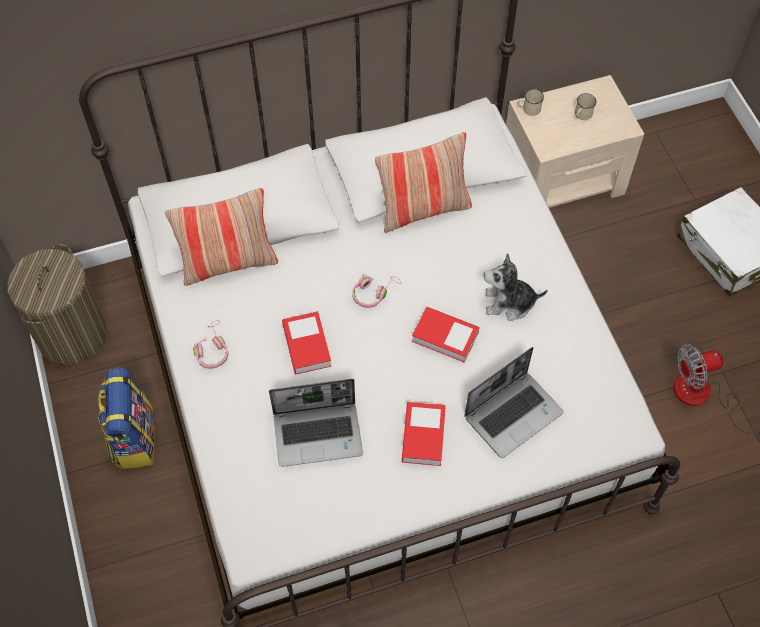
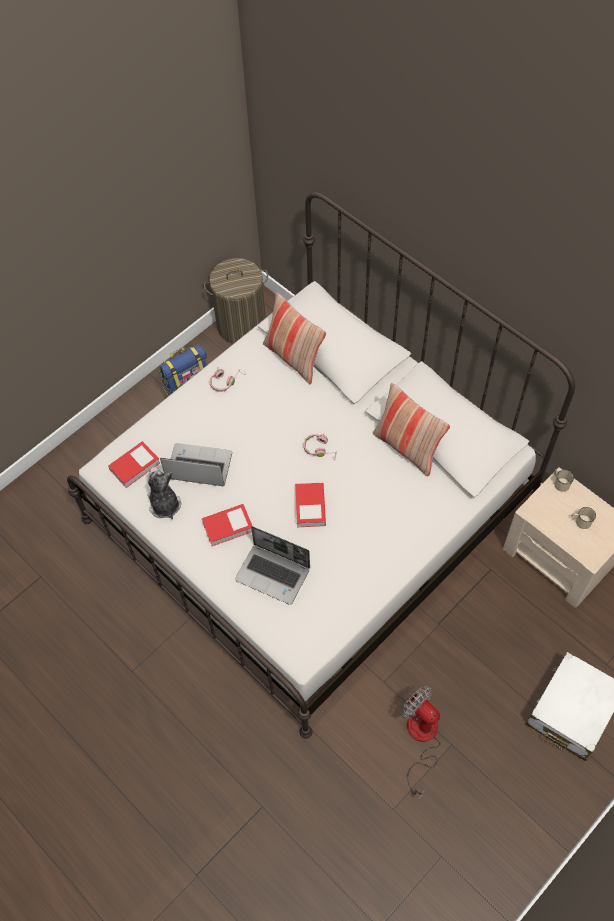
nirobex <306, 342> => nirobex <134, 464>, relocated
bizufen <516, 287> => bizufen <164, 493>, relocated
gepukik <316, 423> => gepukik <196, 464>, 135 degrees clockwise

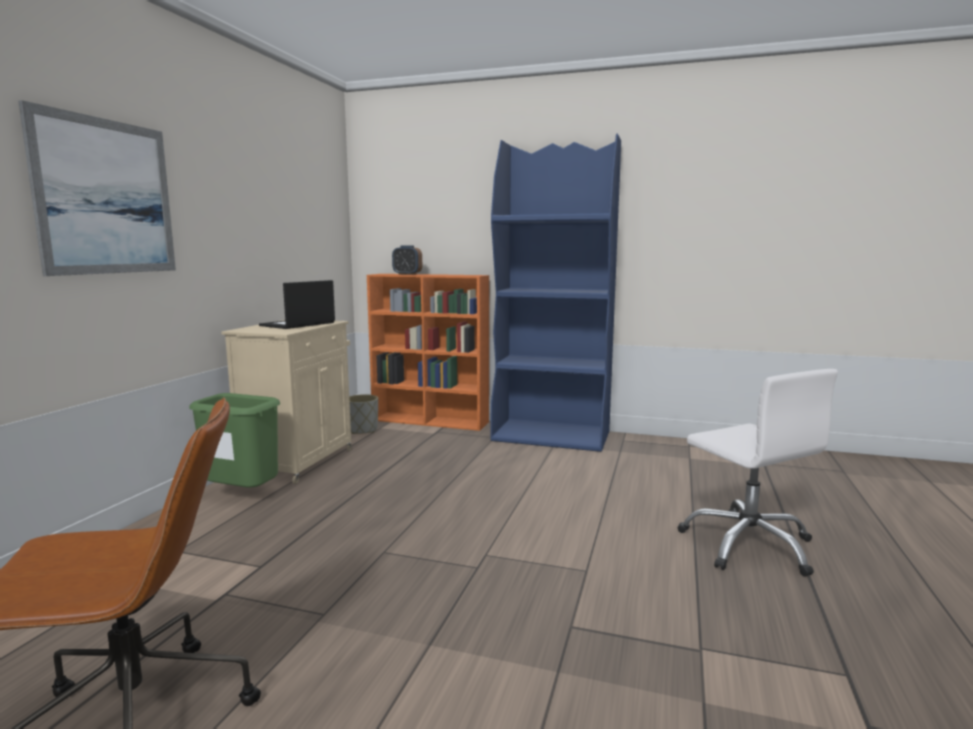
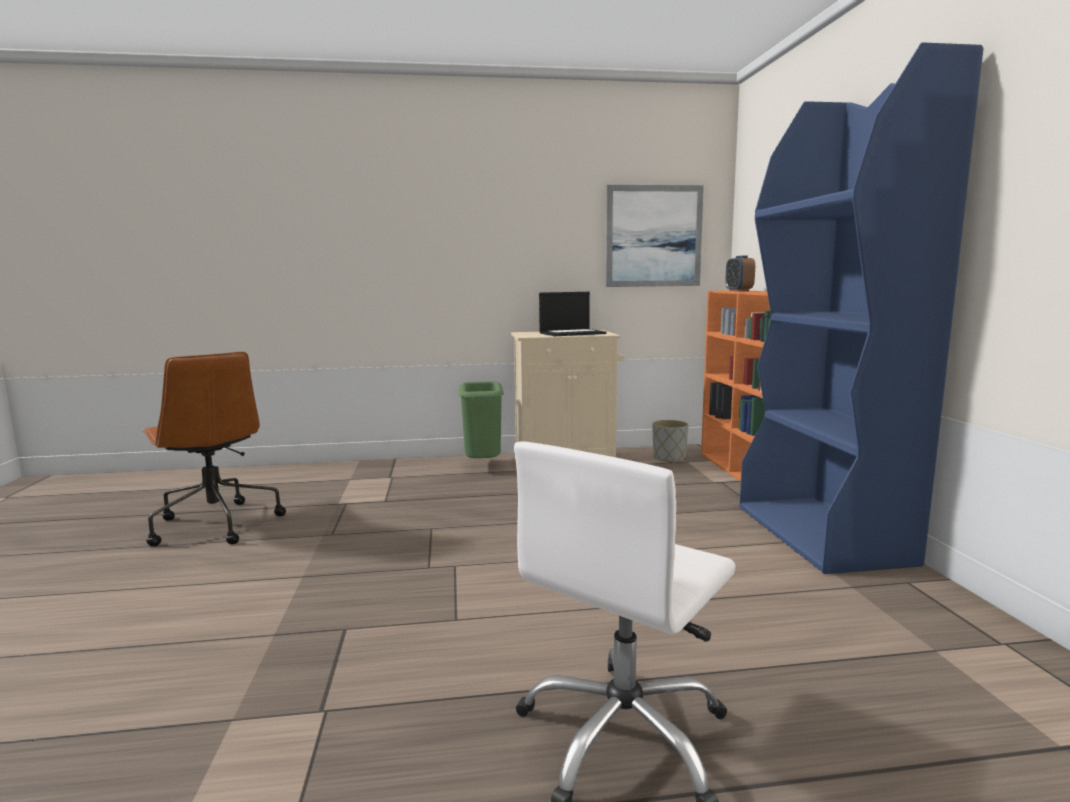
gepukik <297, 304> => gepukik <573, 314>, 150 degrees clockwise
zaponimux <97, 188> => zaponimux <655, 236>, relocated

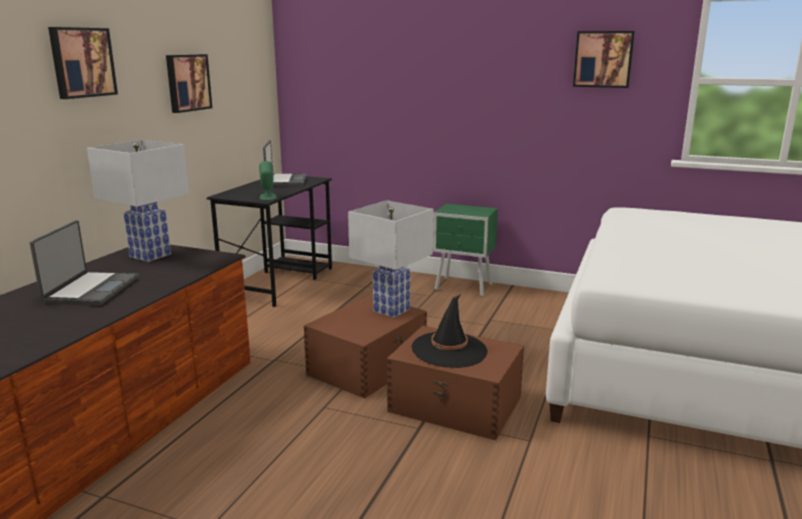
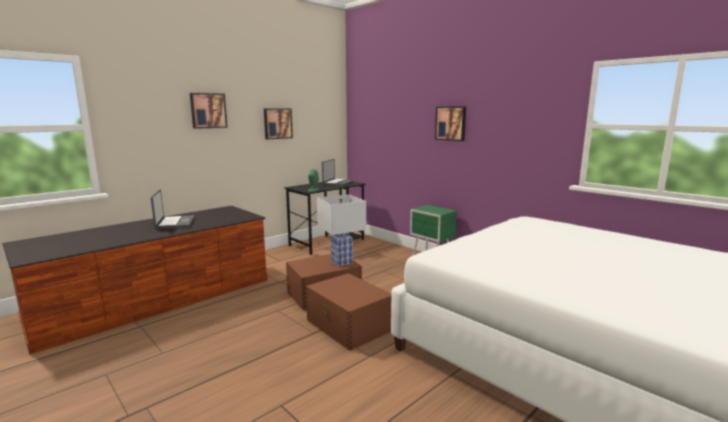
gepukik <84, 263> => gepukik <172, 210>, 45 degrees counterclockwise
zaponimux <604, 59> => zaponimux <450, 123>, relocated
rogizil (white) <138, 201> => nothing
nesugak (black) <449, 331> => nothing

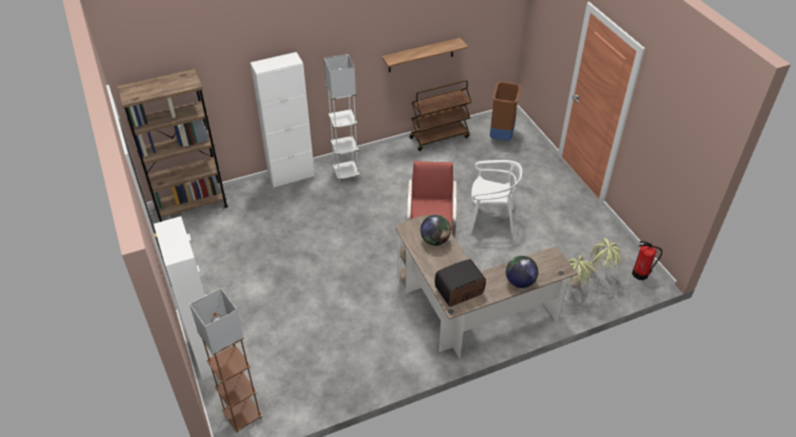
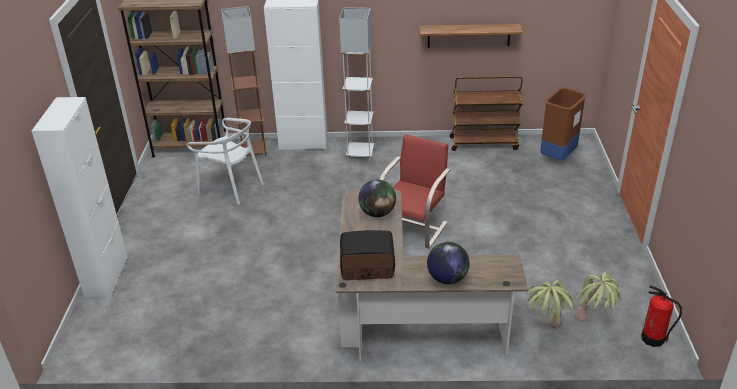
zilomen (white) <495, 197> => zilomen (white) <225, 161>, relocated
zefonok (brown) <226, 360> => zefonok (brown) <244, 82>, relocated

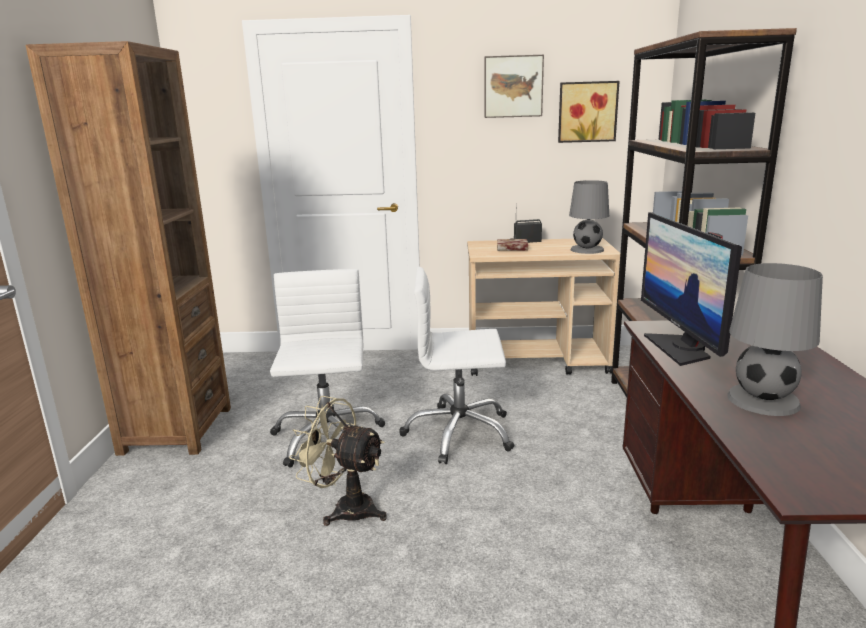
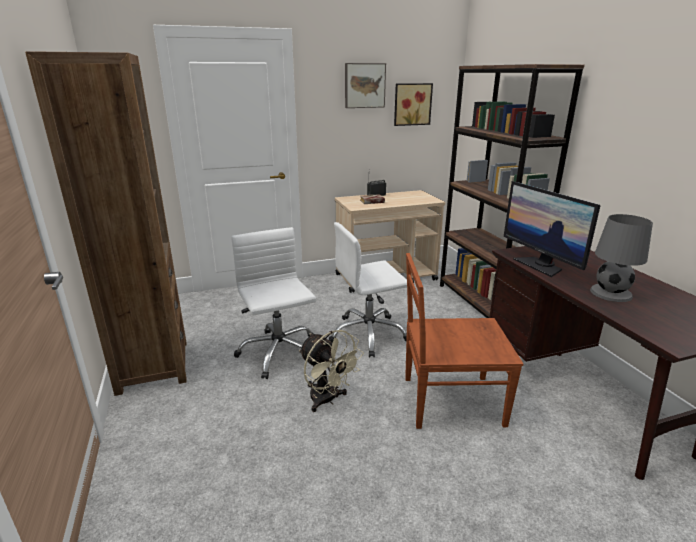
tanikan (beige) <338, 461> => tanikan (beige) <331, 371>, 135 degrees counterclockwise
nothing => zilomen (brown) <464, 341>
rogizil (grey) <589, 217> => nothing

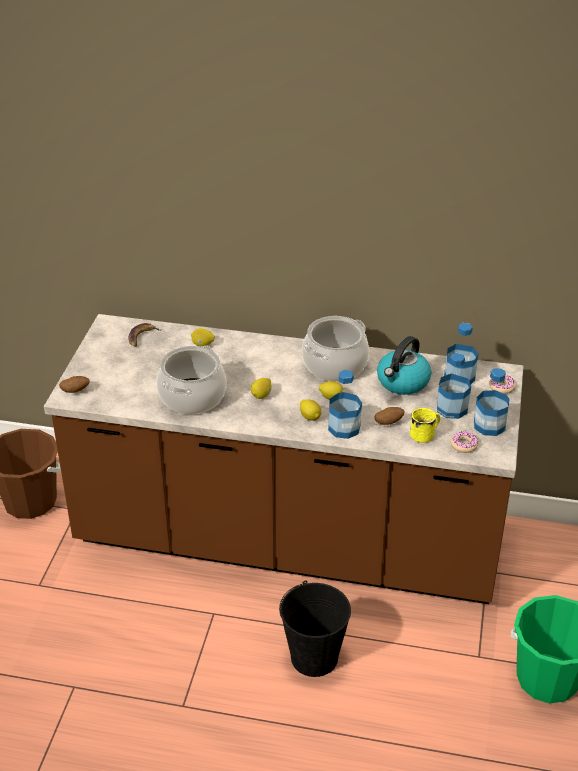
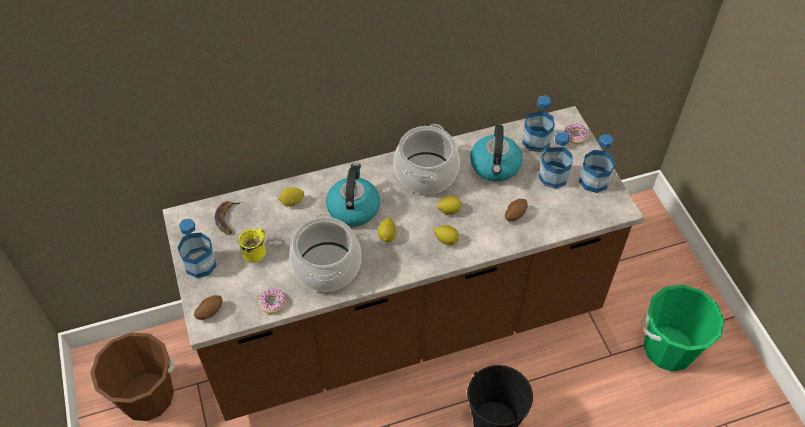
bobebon <345, 404> => bobebon <197, 248>, relocated
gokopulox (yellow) <425, 425> => gokopulox (yellow) <252, 245>, relocated
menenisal <464, 442> => menenisal <273, 301>, relocated
nothing => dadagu <353, 194>

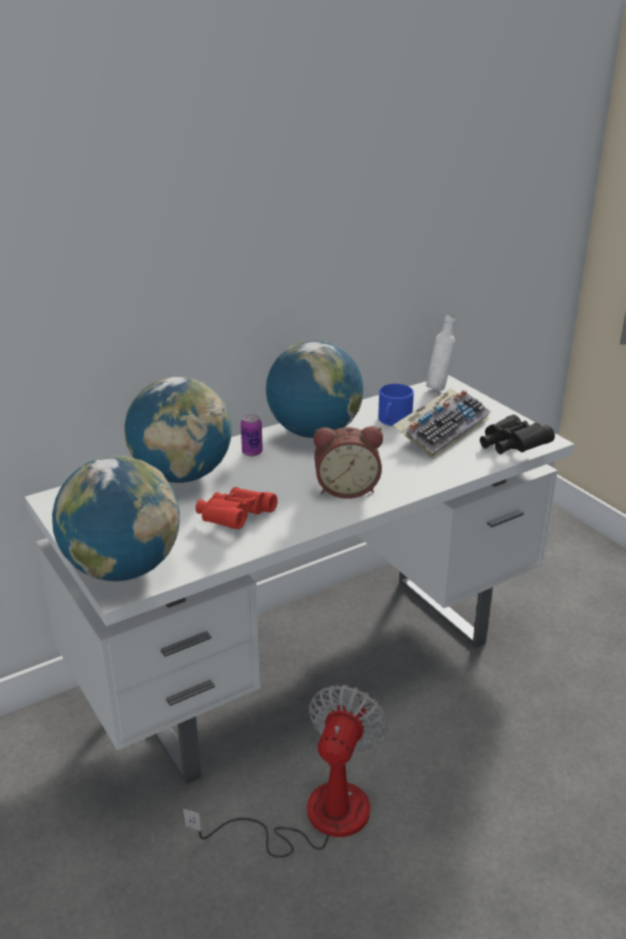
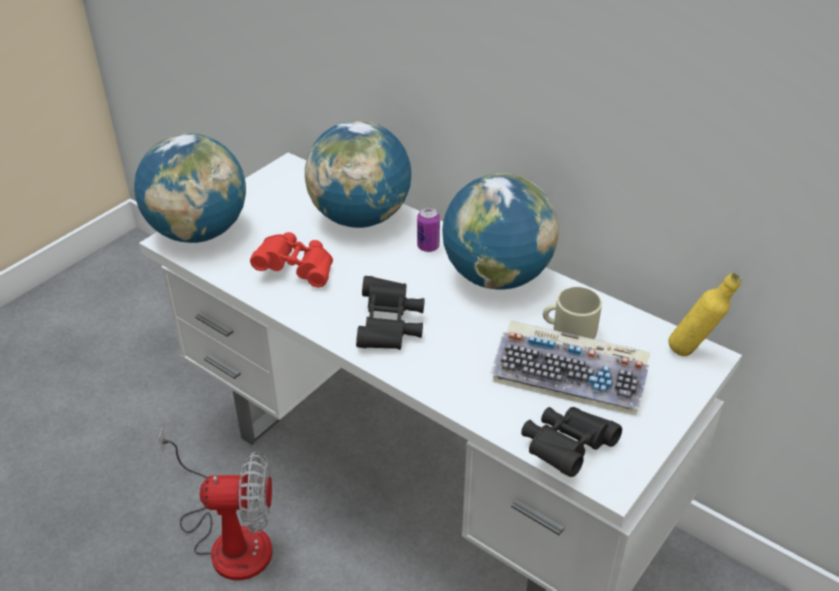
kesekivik <348, 462> => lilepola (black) <390, 313>
gokopulox (blue) <396, 405> => gokopulox (beige) <572, 313>
bobebon (white) <440, 353> => bobebon (yellow) <705, 314>

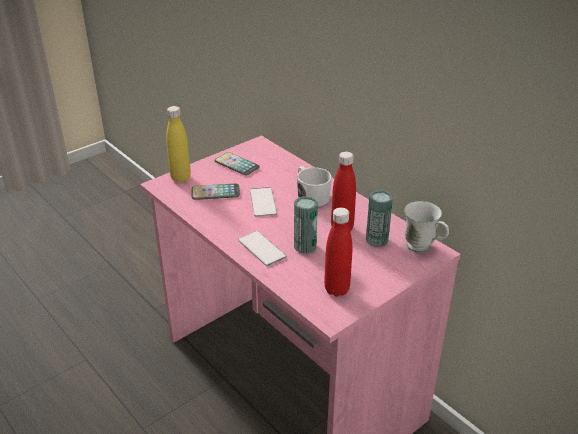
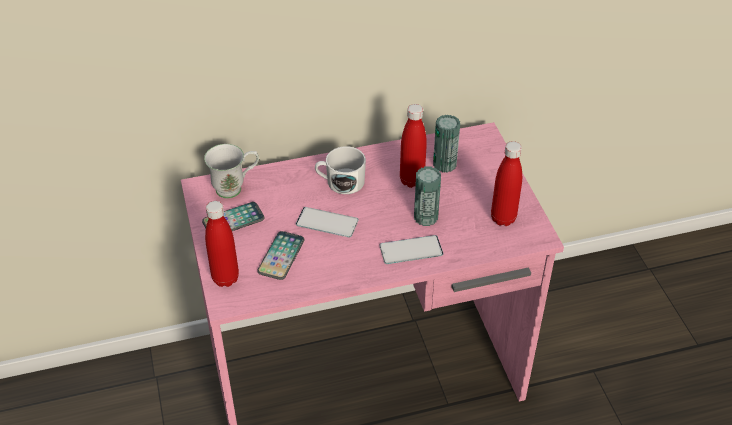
gokopulox (white) <426, 227> => gokopulox (white) <231, 171>, relocated
bobebon (yellow) <178, 144> => bobebon (red) <222, 244>

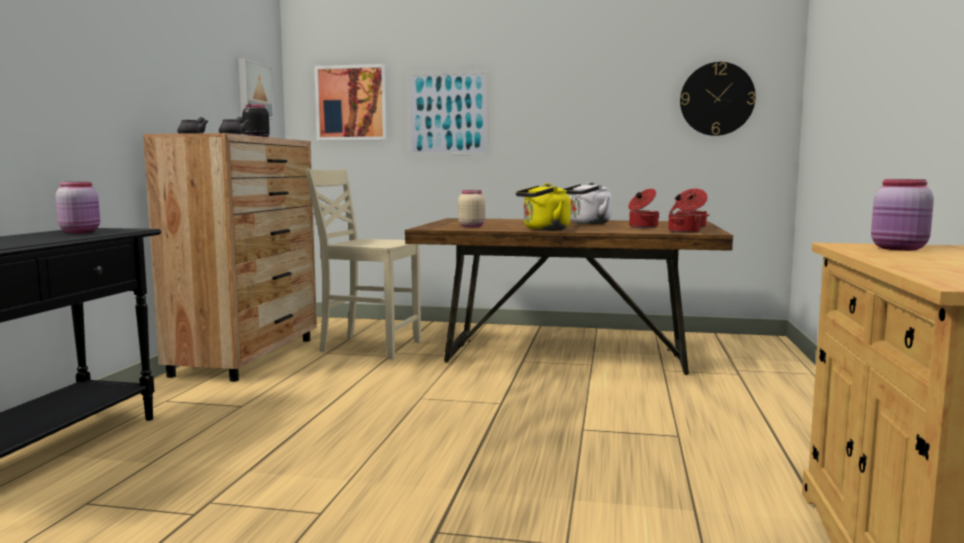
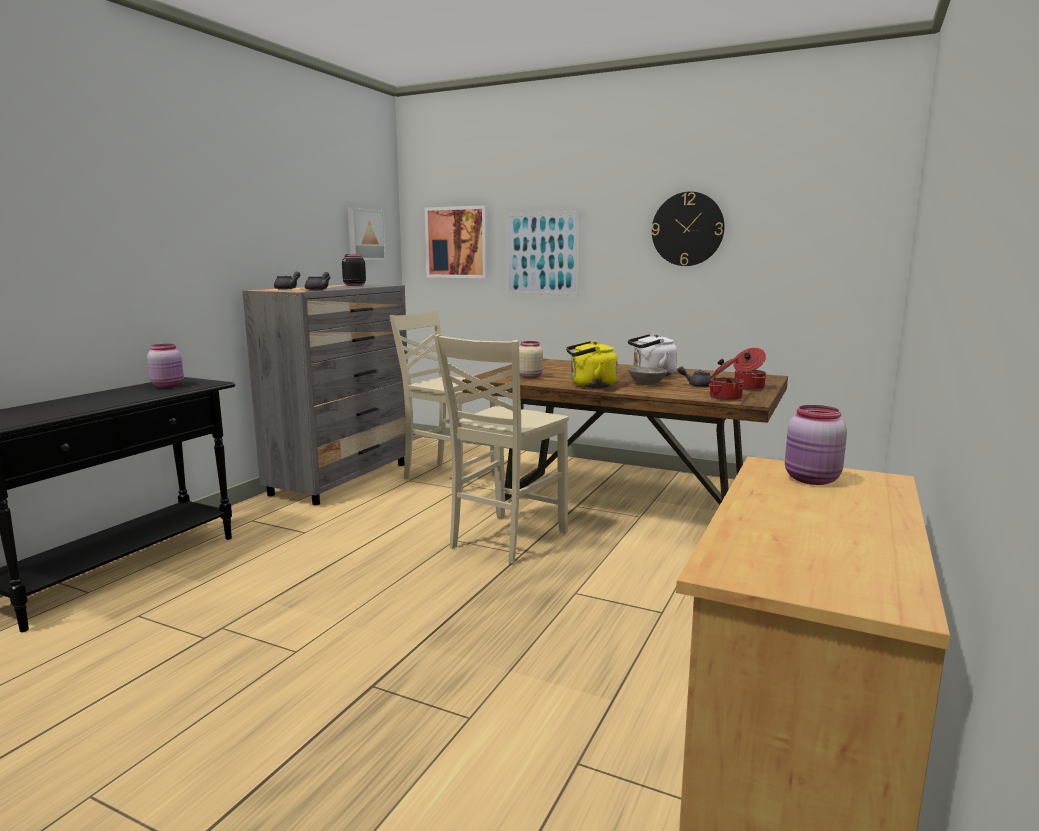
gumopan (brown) <230, 257> => gumopan (grey) <325, 395>
nothing => zilomen (beige) <501, 449>
nothing => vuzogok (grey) <647, 375>
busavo <718, 99> => busavo <688, 229>, relocated
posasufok <644, 208> => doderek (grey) <694, 376>

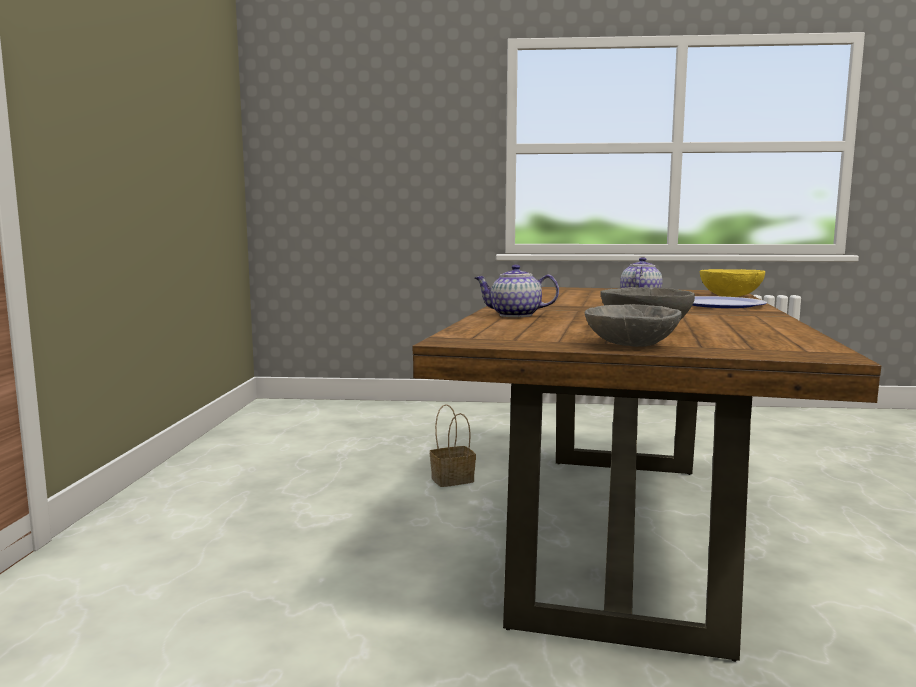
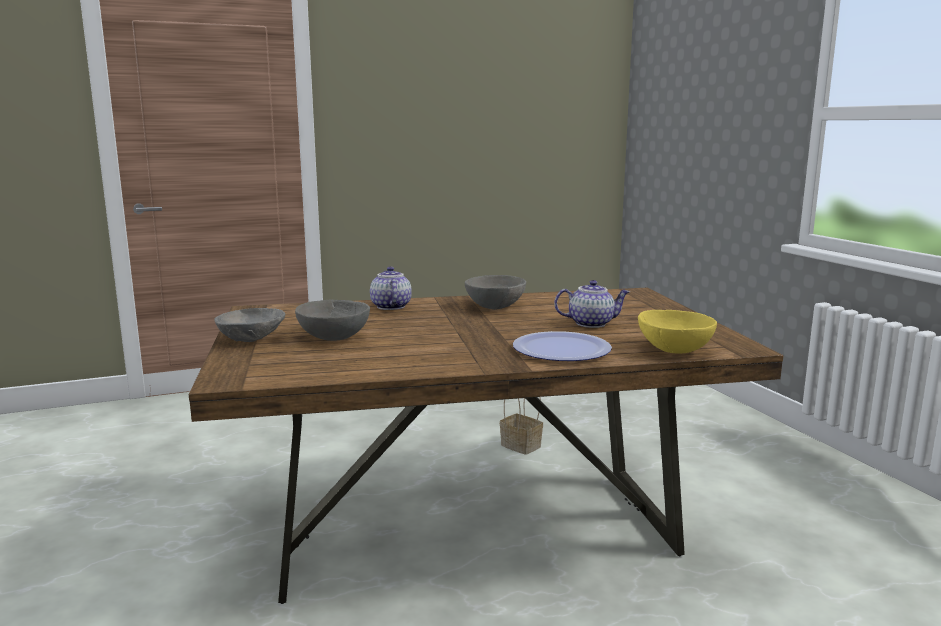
nothing => vuzogok (grey) <495, 292>

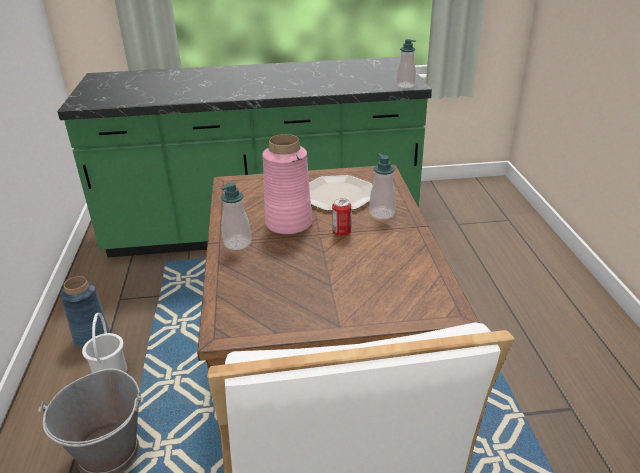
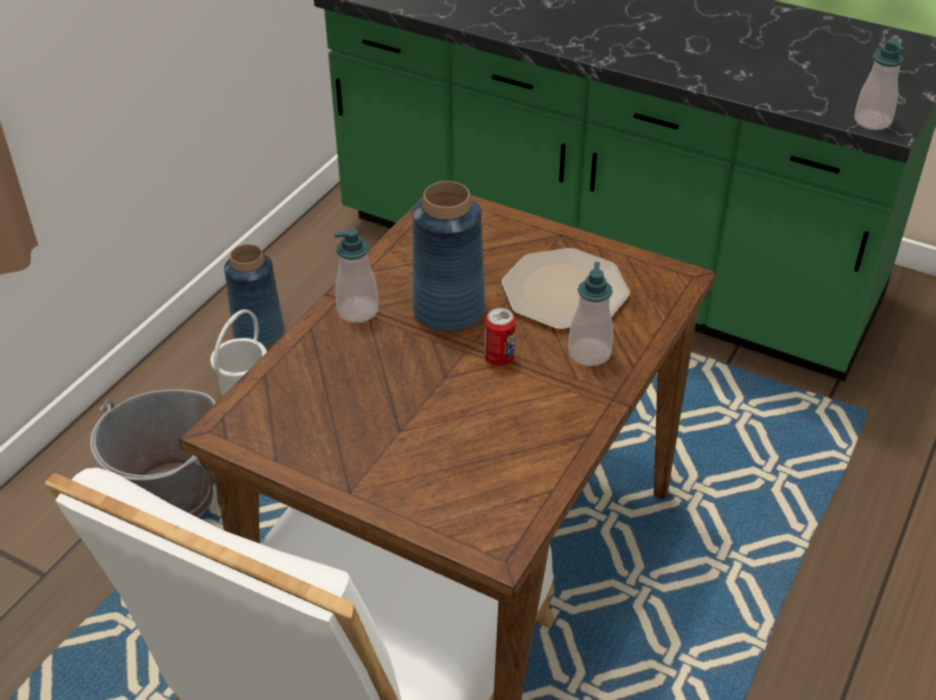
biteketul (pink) <287, 184> => biteketul (blue) <448, 256>

